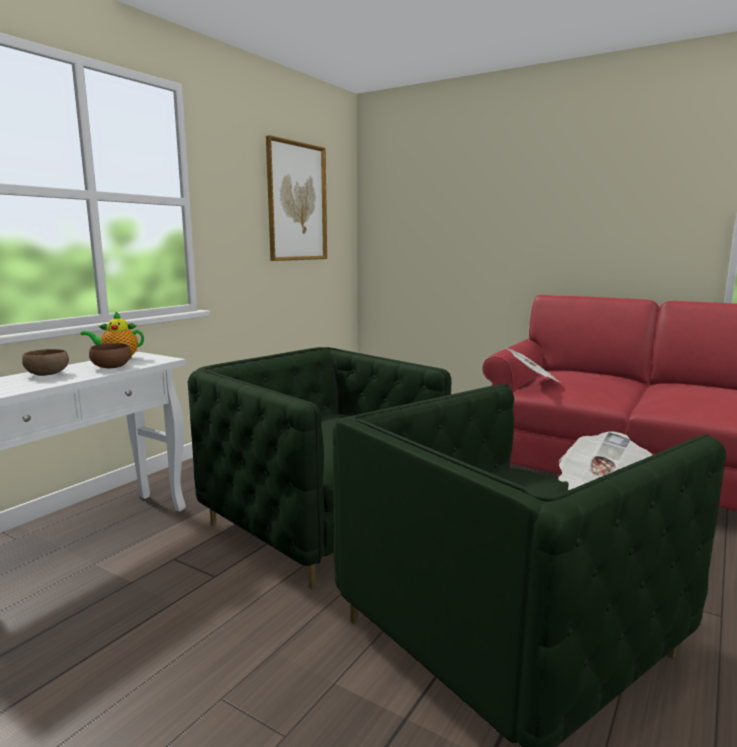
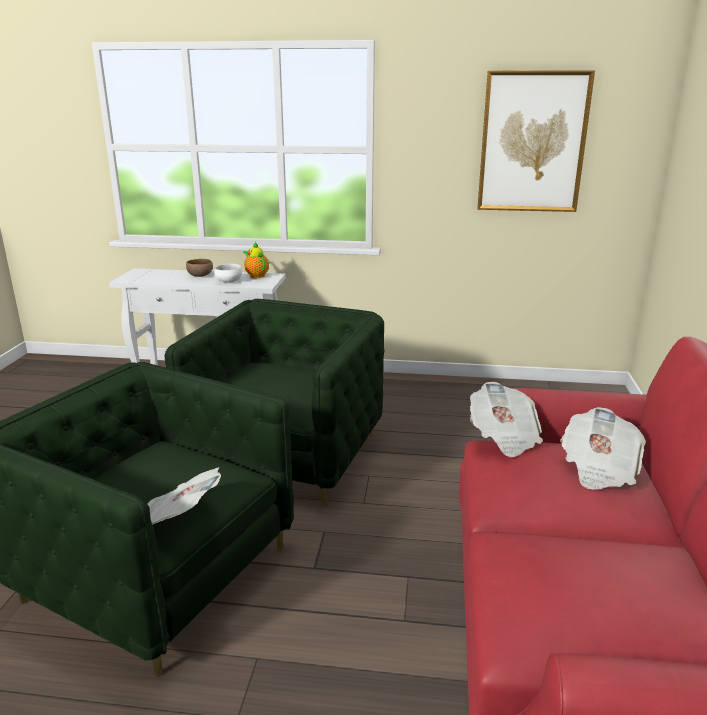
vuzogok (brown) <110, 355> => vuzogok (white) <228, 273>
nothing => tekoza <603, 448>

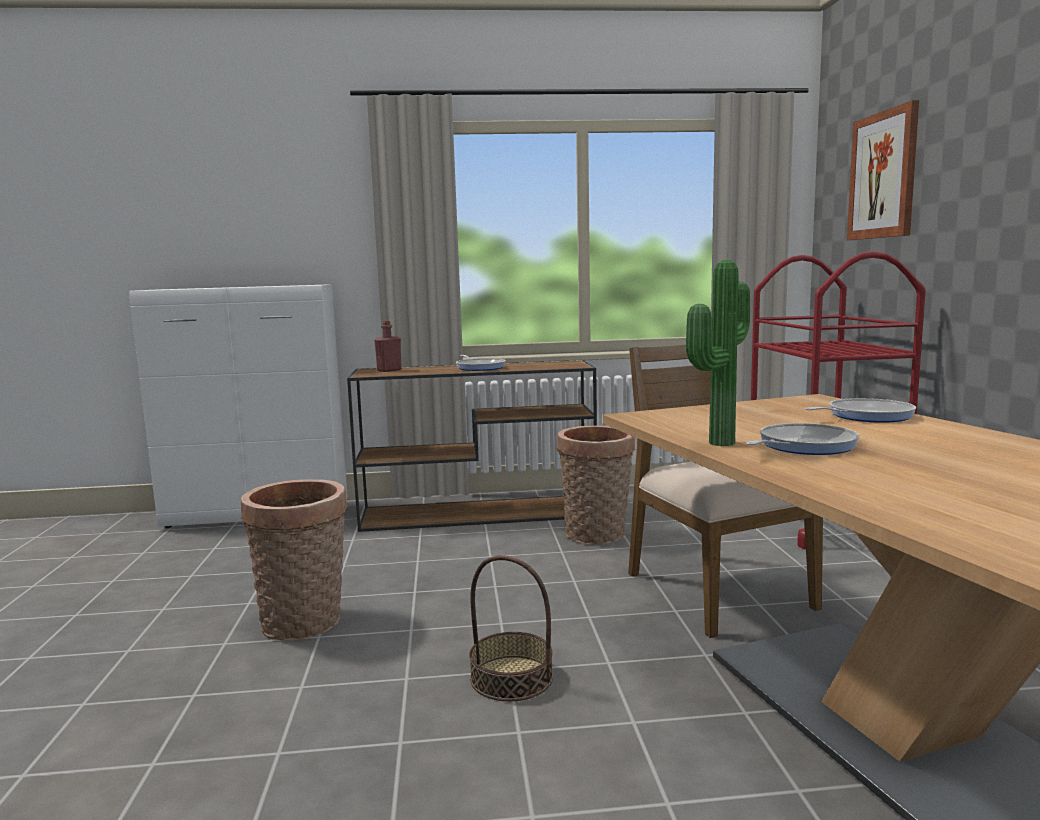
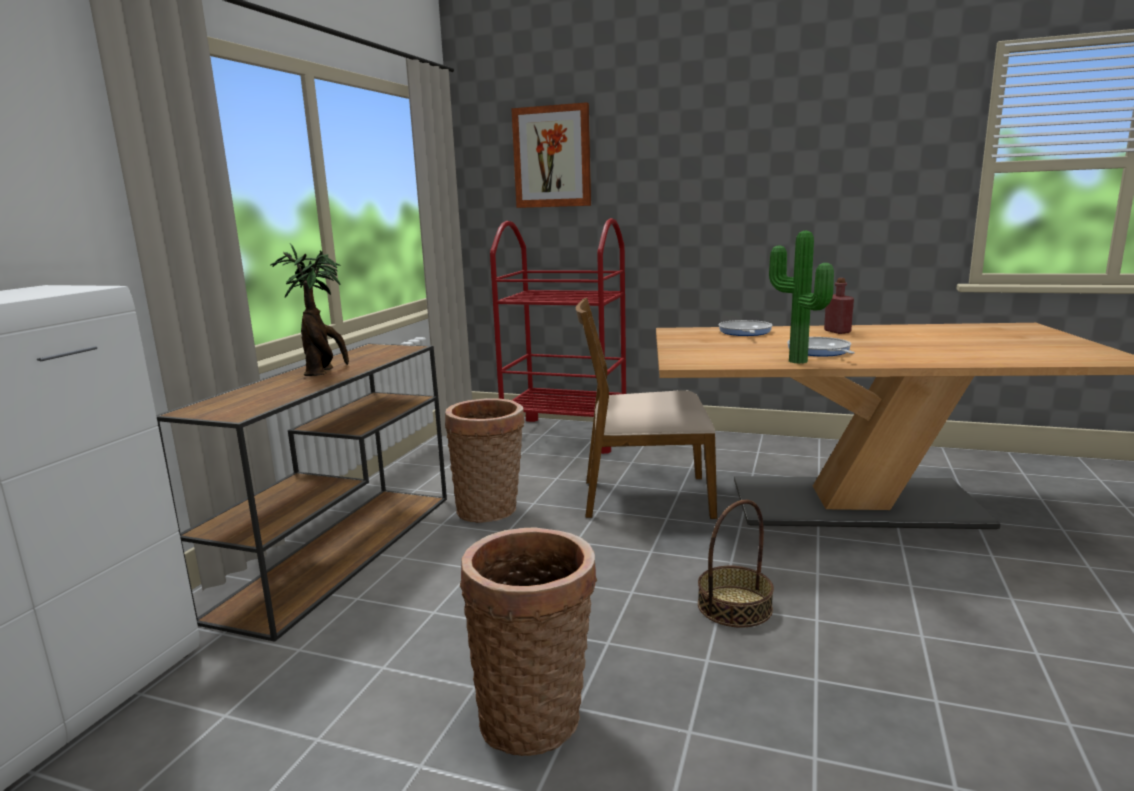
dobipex <481, 363> => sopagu <309, 309>
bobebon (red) <388, 346> => bobebon (red) <839, 306>, relocated

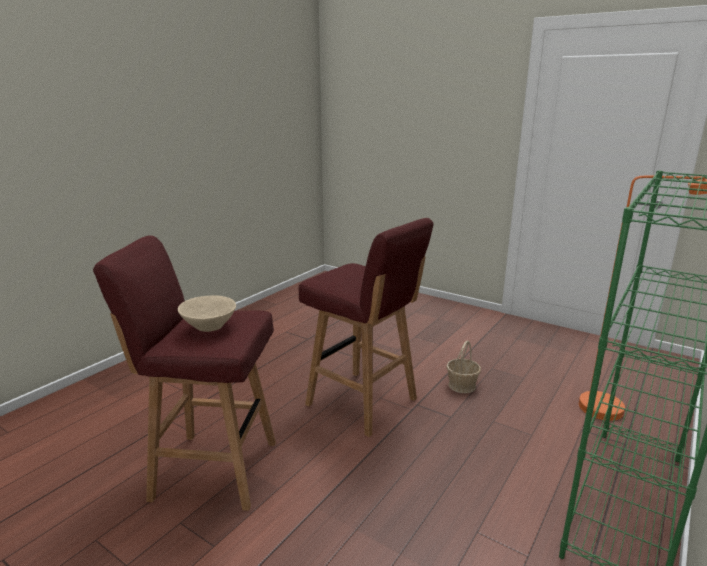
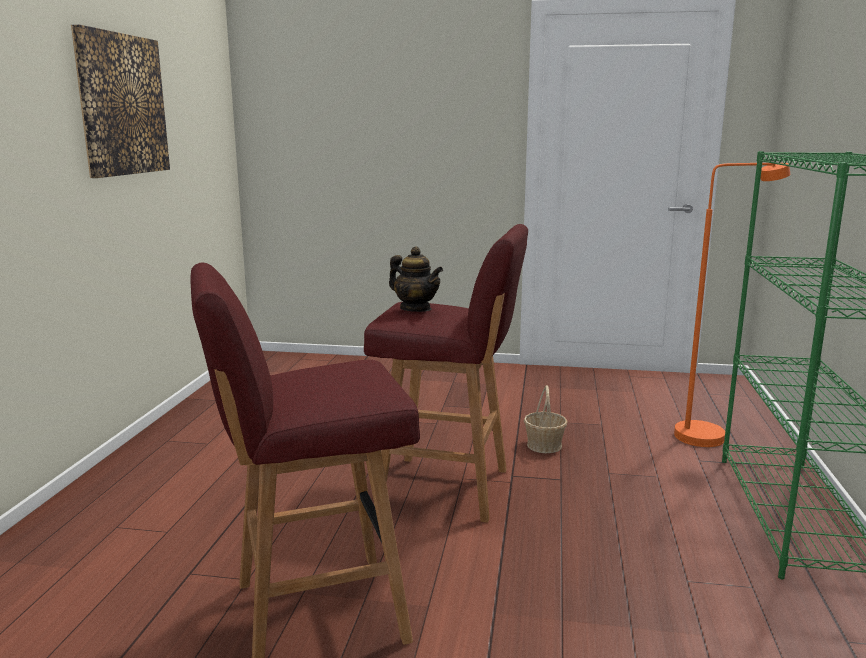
nothing => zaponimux <120, 101>
nothing => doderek <416, 279>
vuzogok (beige) <207, 314> => nothing

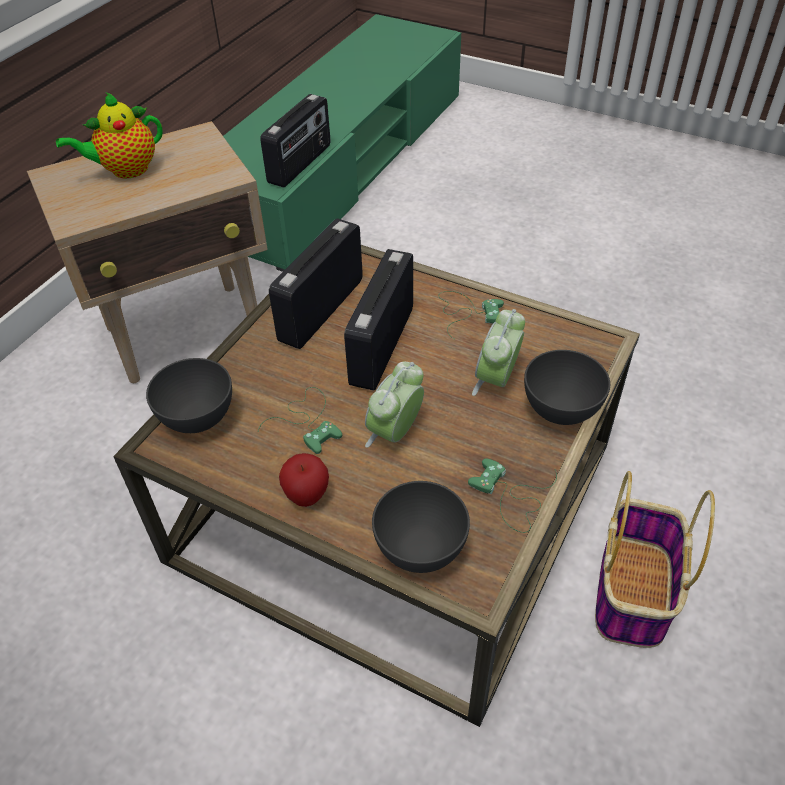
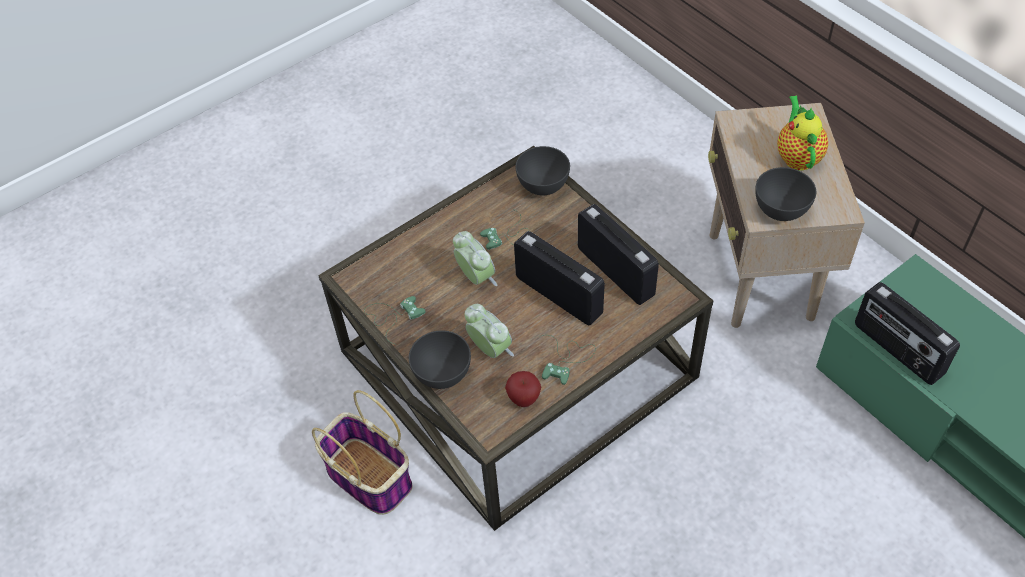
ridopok <304, 480> => ridopok <523, 389>, relocated
vuzogok (grey) <421, 527> => vuzogok (grey) <785, 194>, relocated

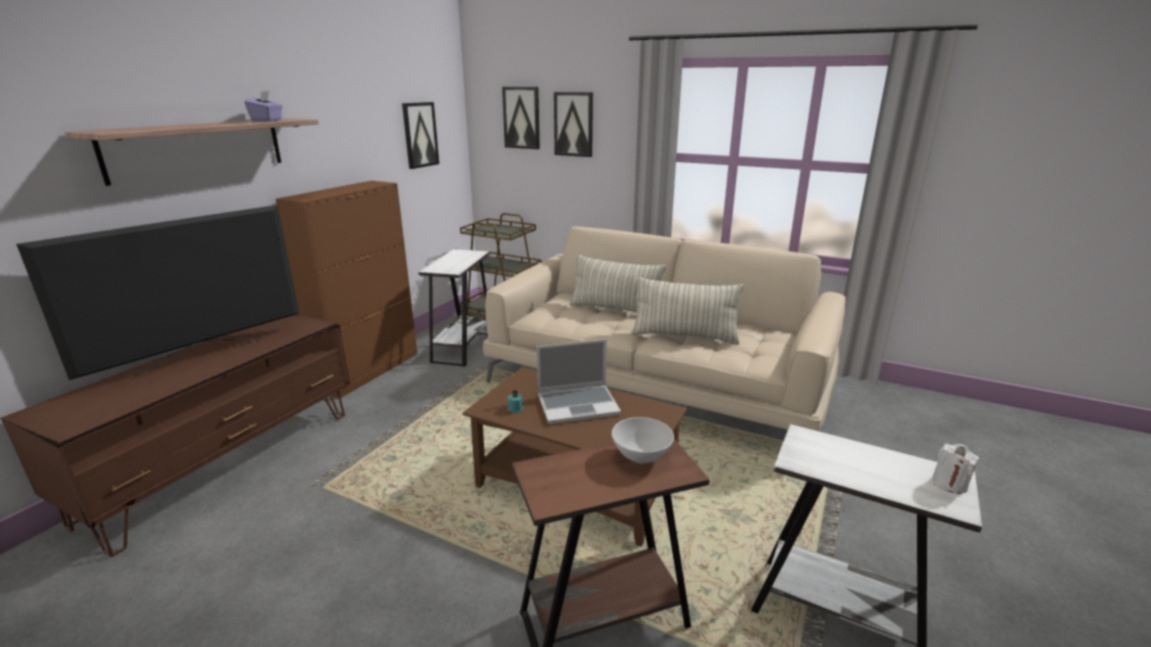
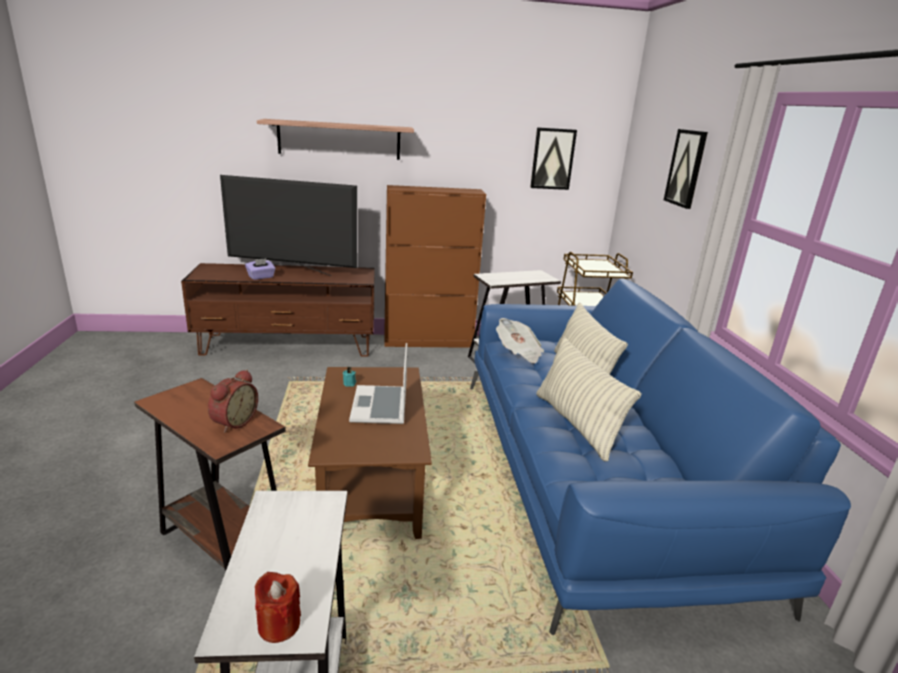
vuzogok (white) <643, 440> => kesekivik <233, 401>
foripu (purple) <264, 106> => foripu (purple) <260, 269>, relocated
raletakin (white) <955, 469> => raletakin (red) <278, 607>
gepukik <579, 381> => gepukik <378, 383>, 45 degrees clockwise
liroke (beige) <664, 328> => liroke (blue) <660, 456>
nothing => tekoza <520, 341>
zaponimux <521, 118> => nothing

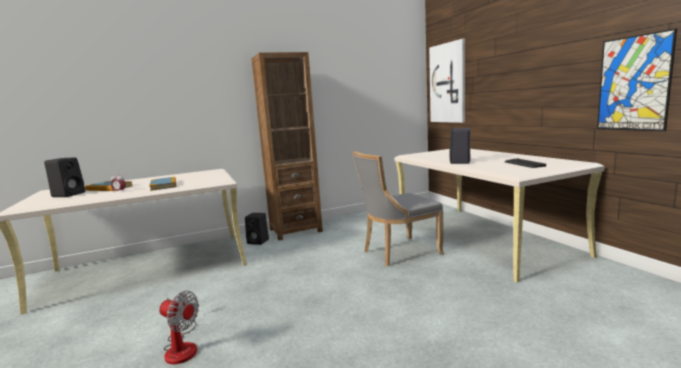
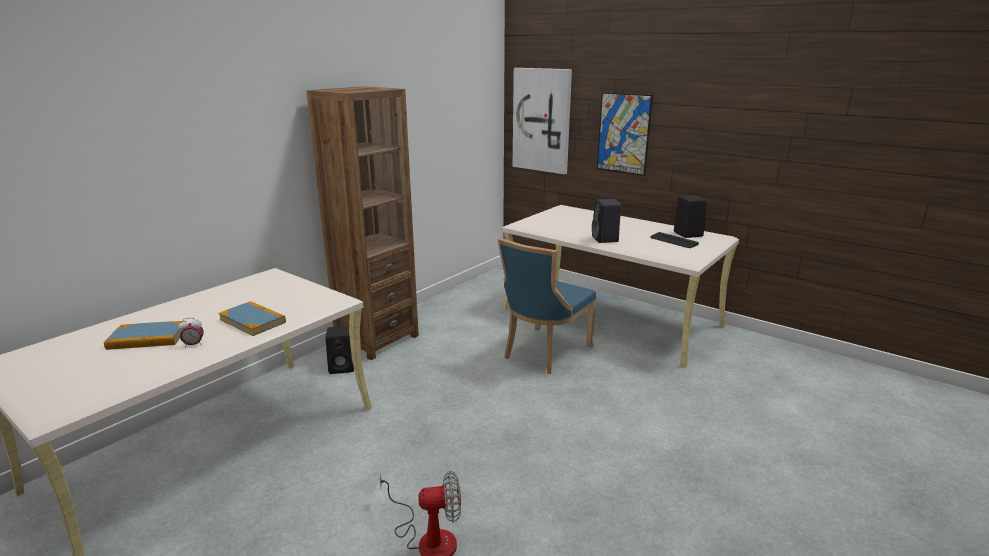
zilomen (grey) <398, 208> => zilomen (blue) <547, 306>
zaponimux <637, 79> => zaponimux <625, 134>, relocated
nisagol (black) <64, 177> => nisagol (black) <690, 216>, relocated

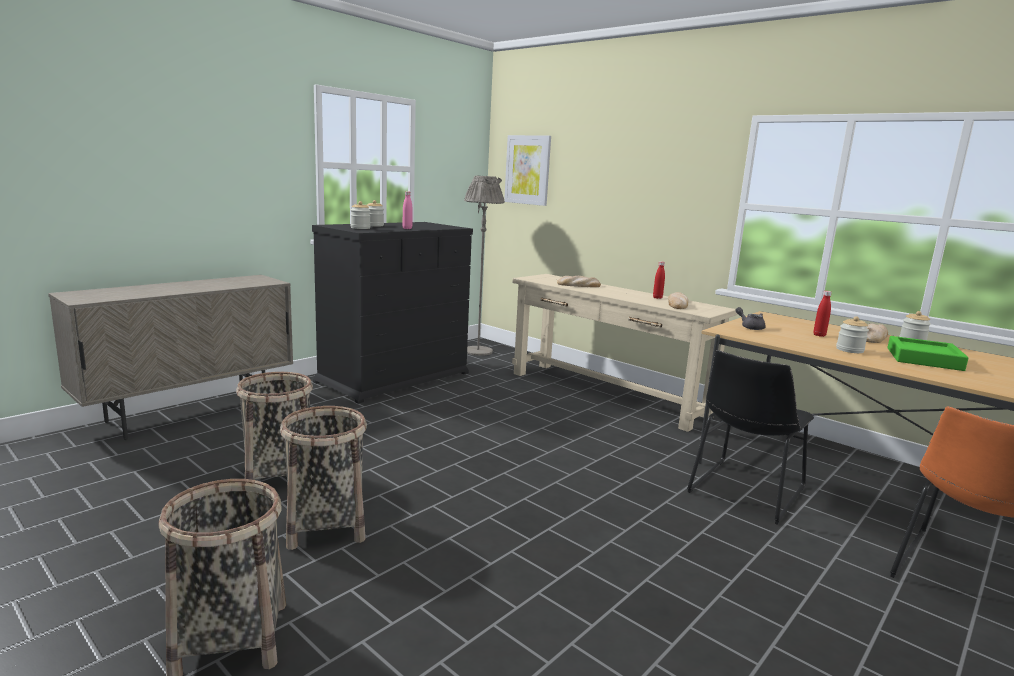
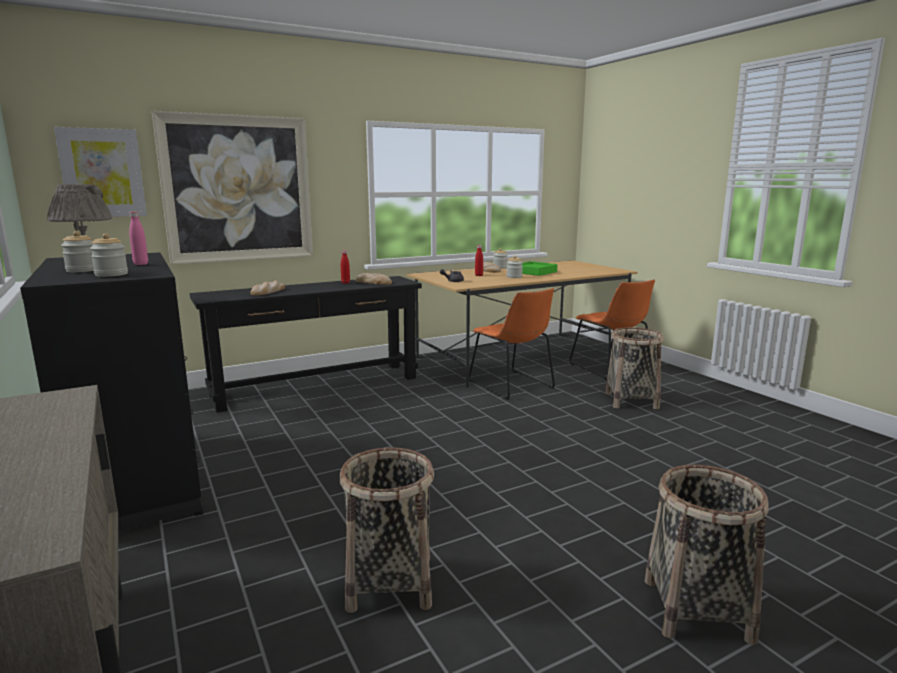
nothing => zaponimux <232, 188>
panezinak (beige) <624, 353> => panezinak (black) <306, 344>
zilomen (black) <750, 437> => zilomen (orange) <512, 344>
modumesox <323, 478> => modumesox <634, 368>, relocated

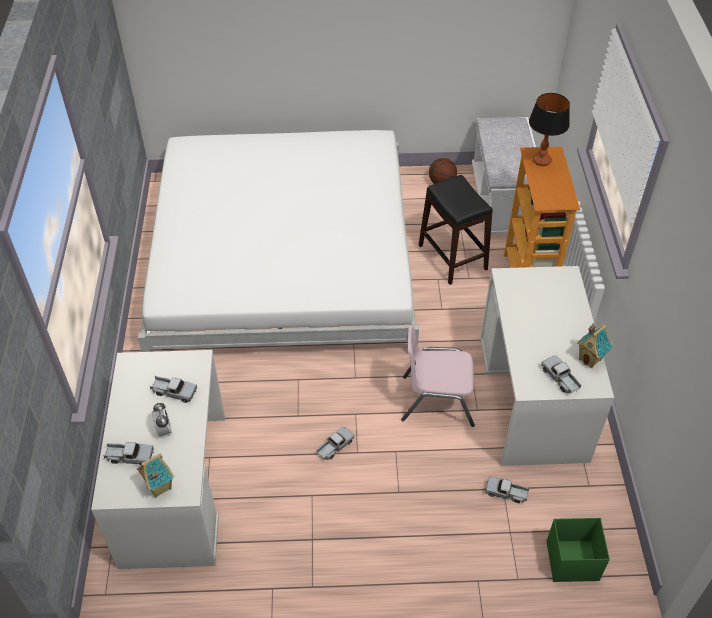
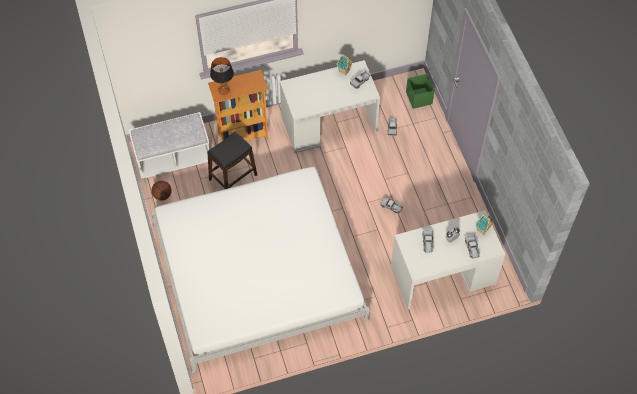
zilomen (pink) <438, 376> => nothing

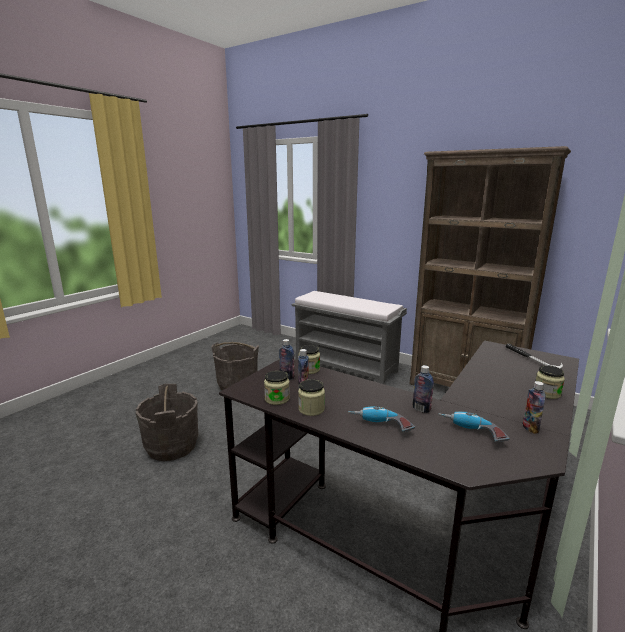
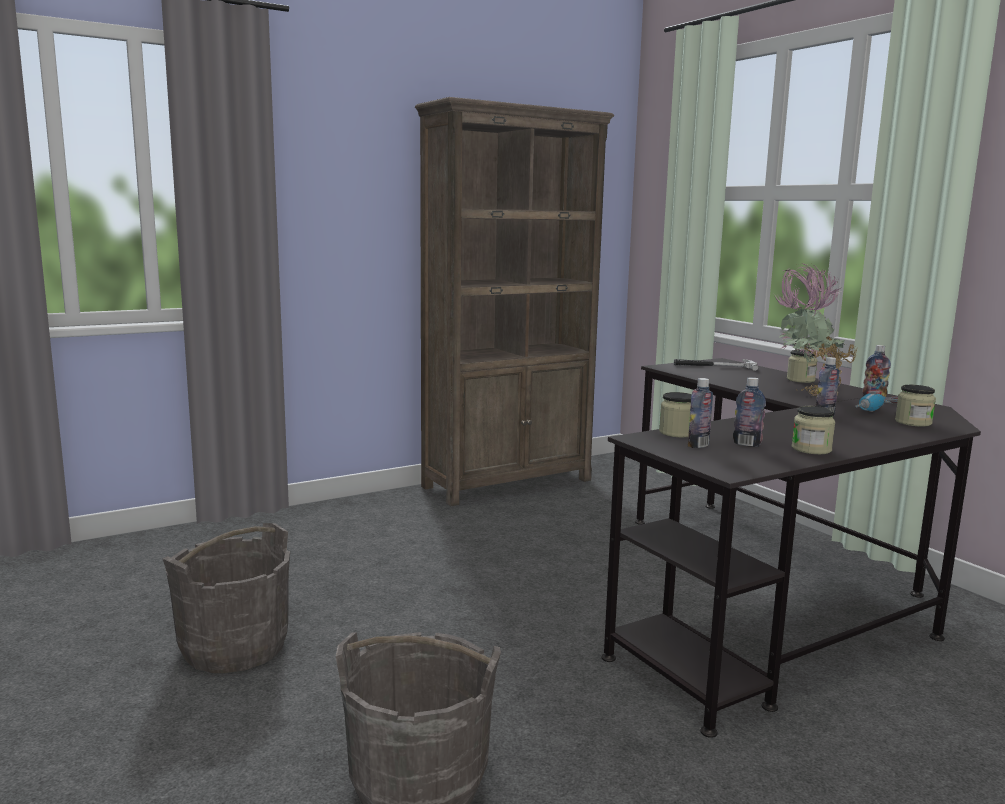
nothing => sopagu <815, 330>
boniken <277, 387> => boniken <915, 406>, relocated
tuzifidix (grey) <349, 337> => nothing
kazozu <381, 419> => nothing

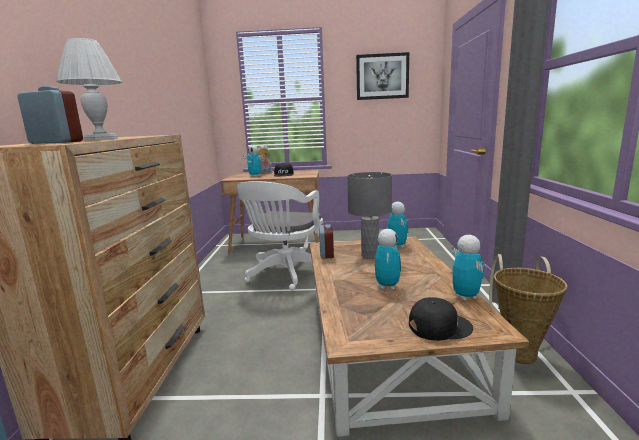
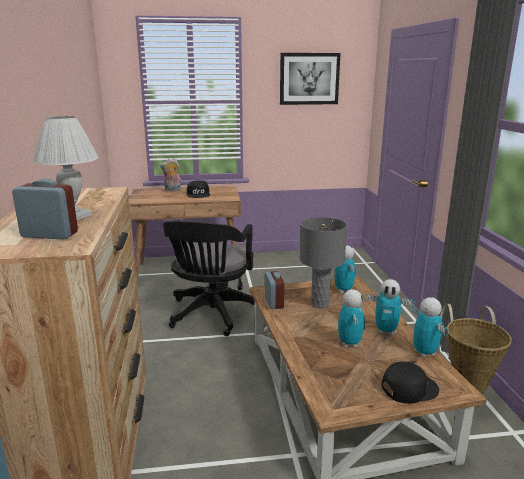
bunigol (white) <280, 236> => bunigol (black) <209, 278>
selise <254, 161> => selise <389, 307>, relocated

